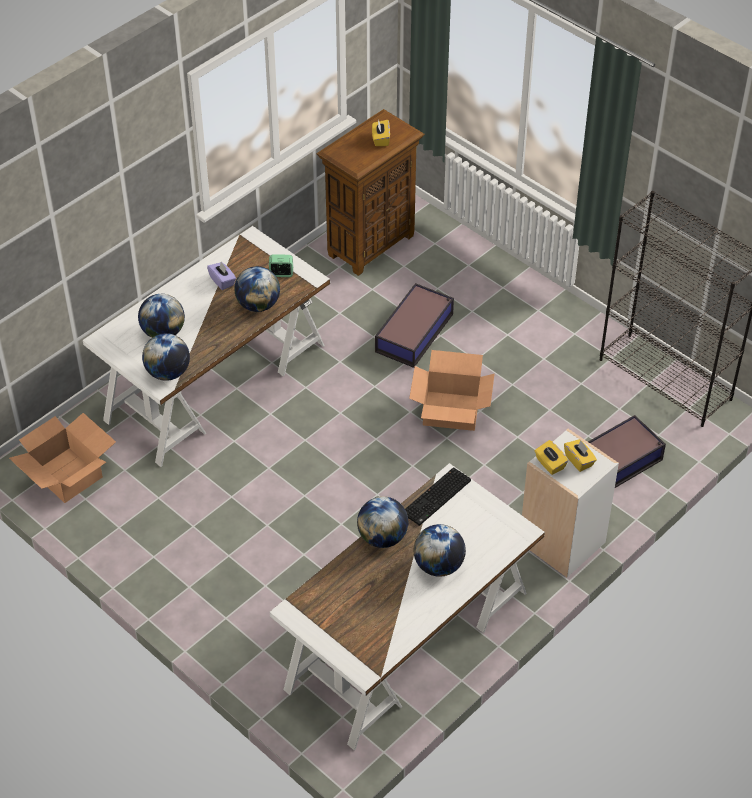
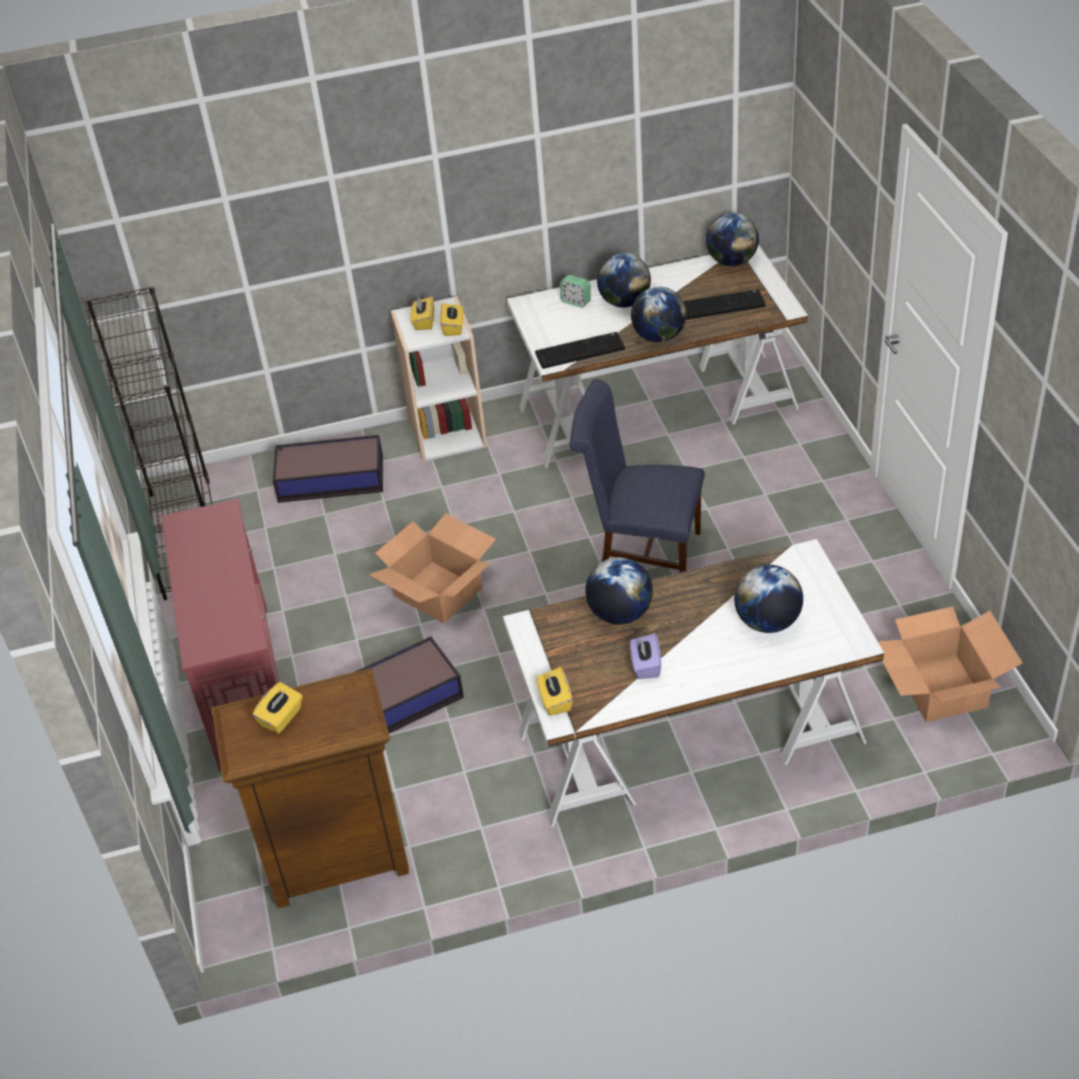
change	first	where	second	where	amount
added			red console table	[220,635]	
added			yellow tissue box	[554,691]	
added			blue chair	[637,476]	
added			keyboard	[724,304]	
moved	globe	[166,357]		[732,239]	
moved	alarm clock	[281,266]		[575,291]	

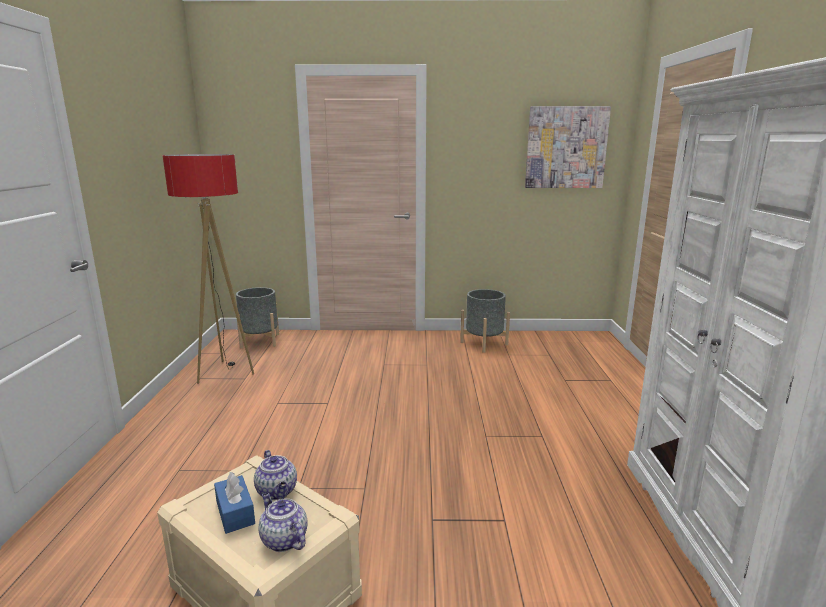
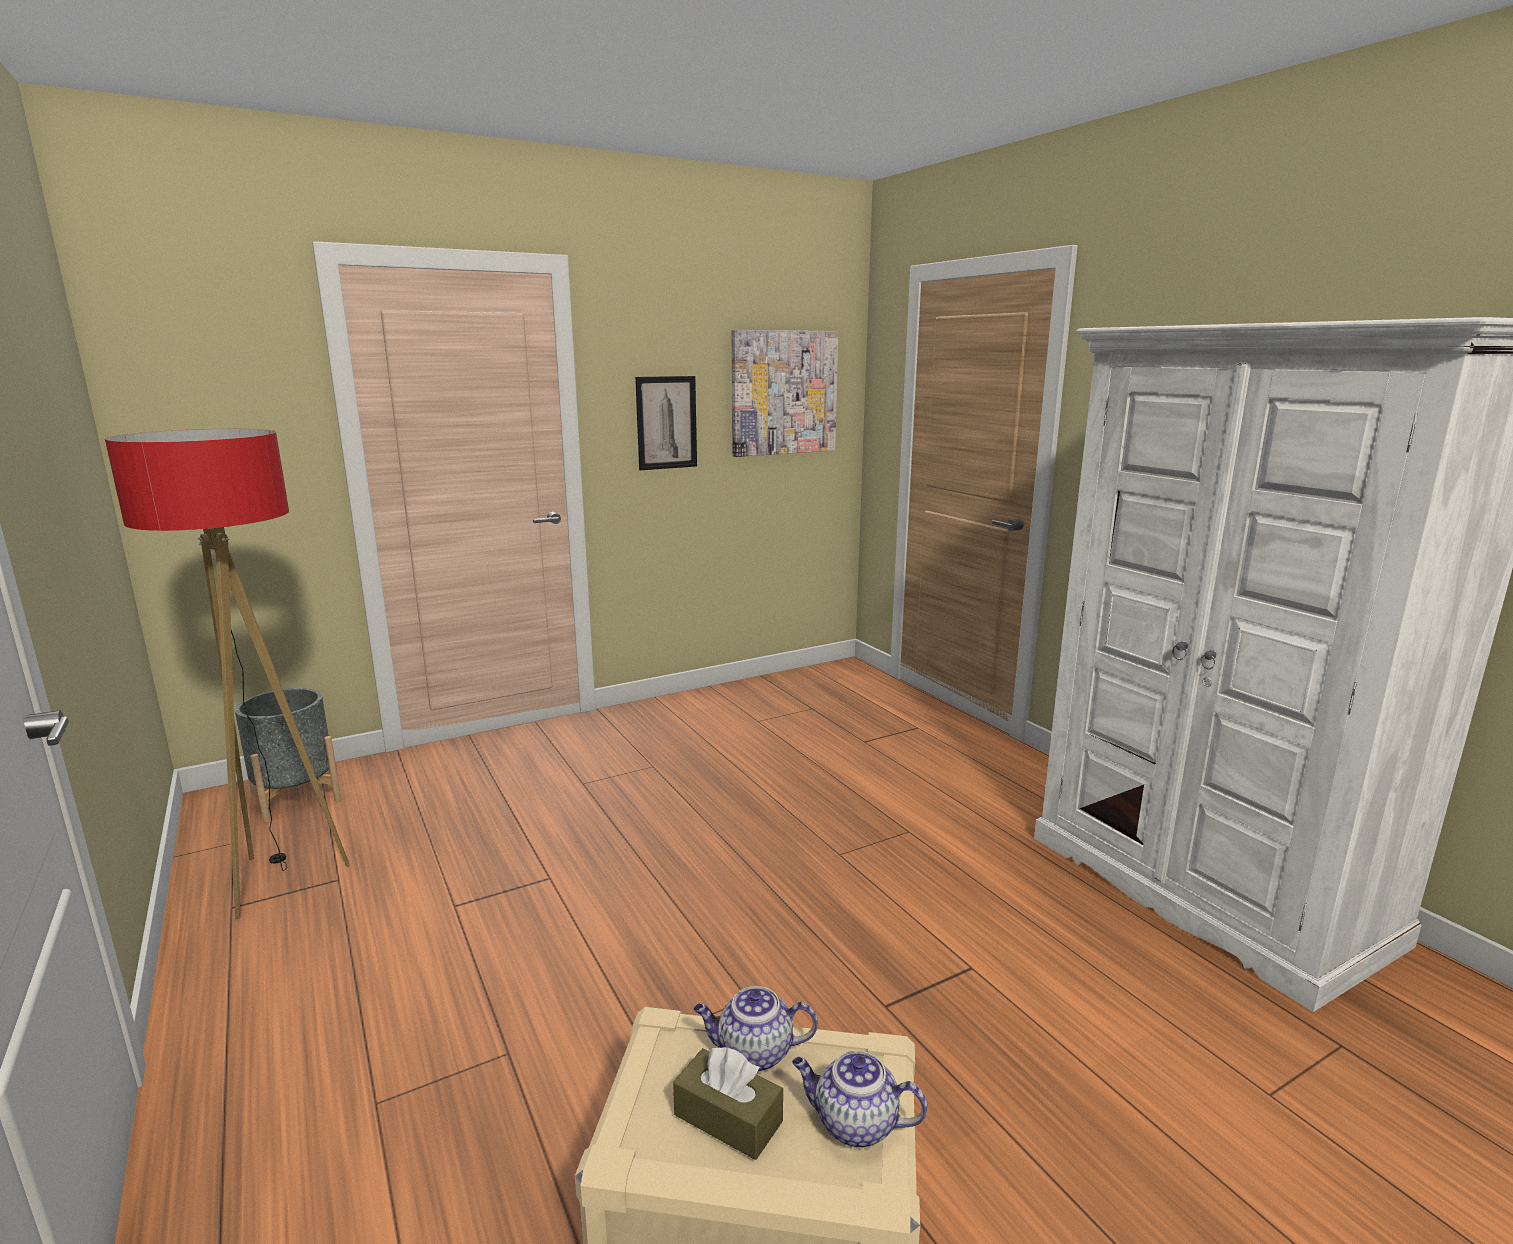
change	first	where	second	where	amount
removed	grey planter	[485,321]			
added			picture	[666,423]	
recoloured	blue tissue box	[234,503]	brown tissue box	[728,1103]	
turned	teapot	[275,475]		[755,1029]	150 degrees clockwise

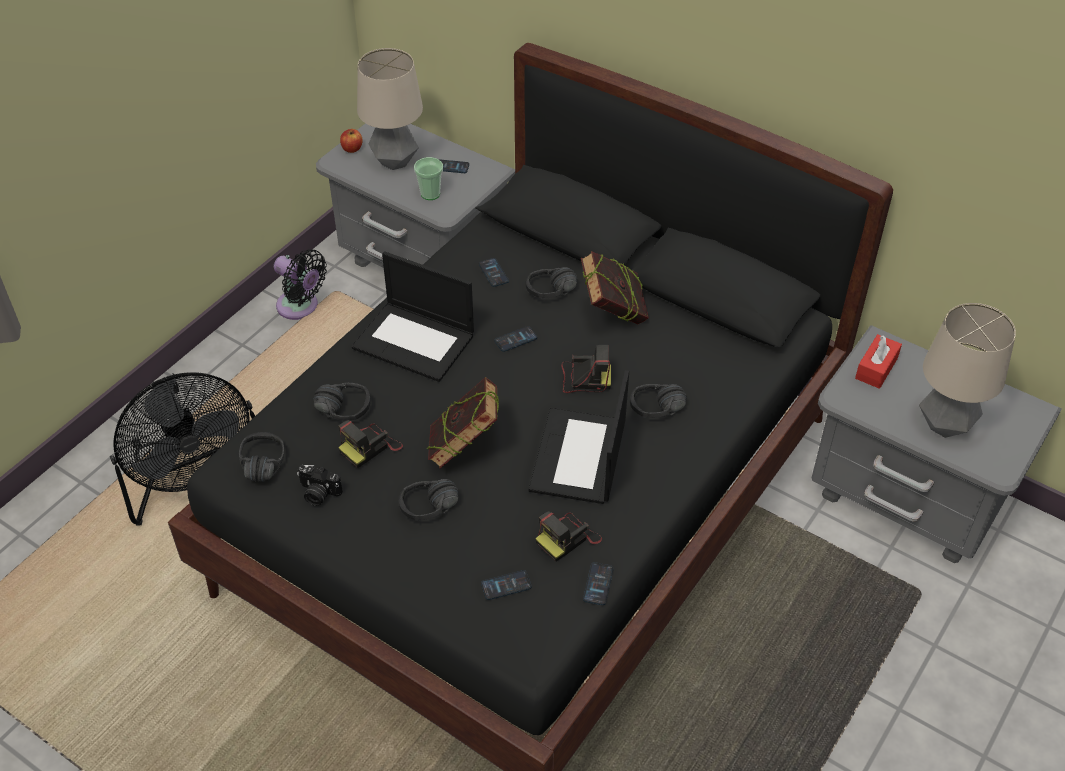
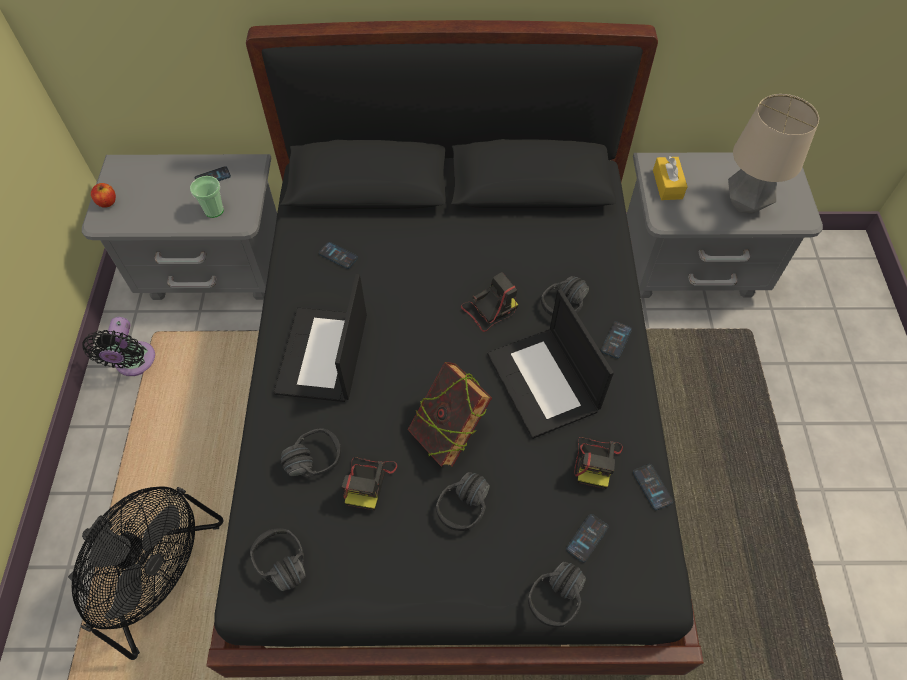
change	first	where	second	where	amount
removed	photo camera	[320,485]			
removed	table lamp	[390,109]			
removed	book	[615,287]			
moved	phone	[515,339]		[616,339]	
moved	black headphones	[551,282]		[557,594]	
recoloured	red tissue box	[878,361]	yellow tissue box	[670,178]	
turned	black fan	[300,284]		[118,346]	90 degrees clockwise
turned	laptop	[413,316]		[320,338]	105 degrees clockwise

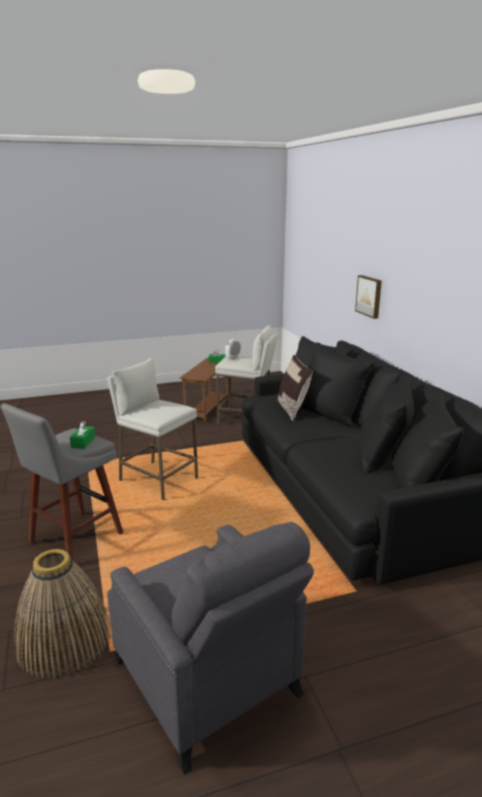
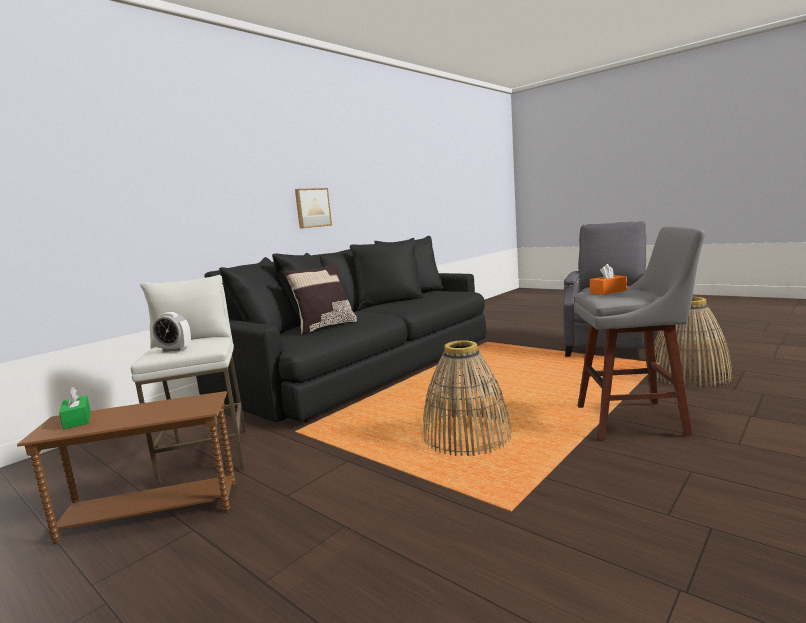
change	first	where	second	where	amount
moved	picture	[368,297]		[313,208]	
replaced	white stool	[152,429]	basket	[467,398]	
recoloured	green tissue box	[82,435]	orange tissue box	[608,279]	

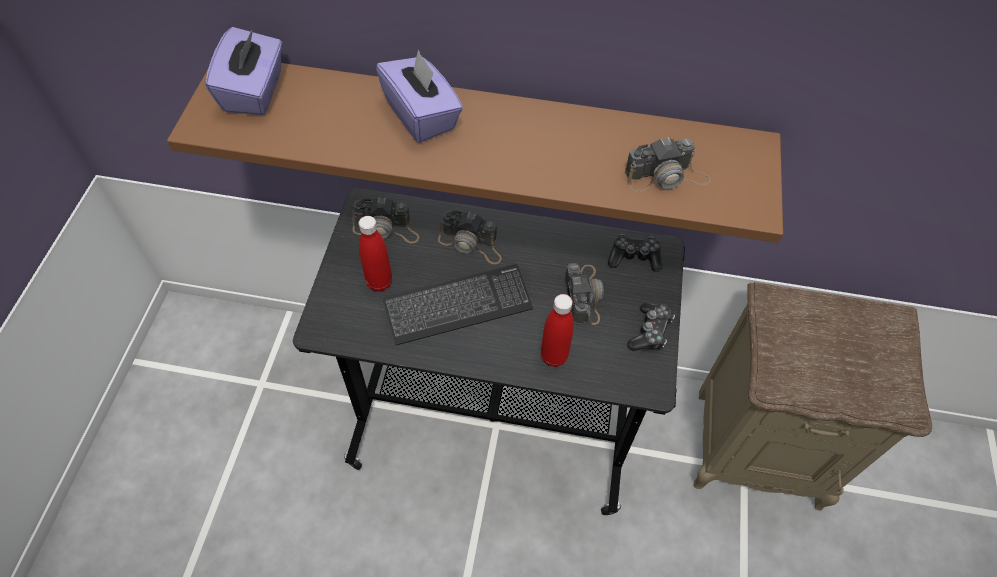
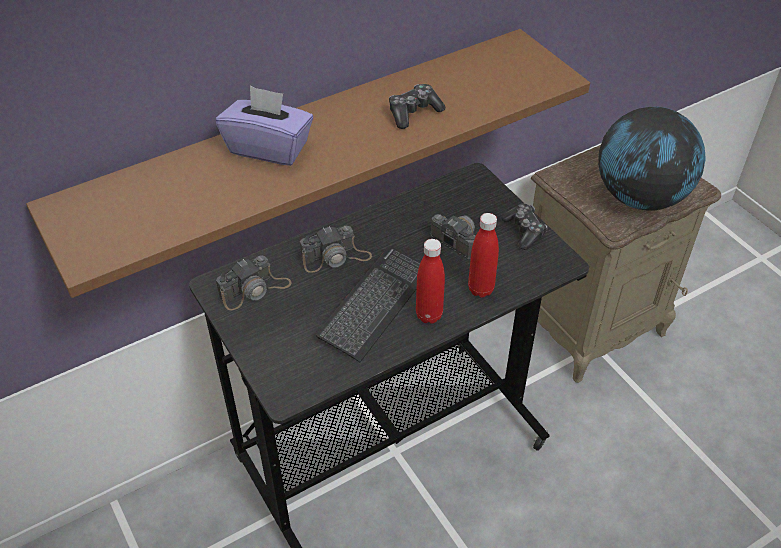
change	first	where	second	where	amount
removed	purple tissue box	[244,71]			
removed	photo camera	[668,164]			
added			globe	[652,159]	
moved	red bottle	[375,254]		[430,281]	
moved	game controller	[635,253]		[417,106]	

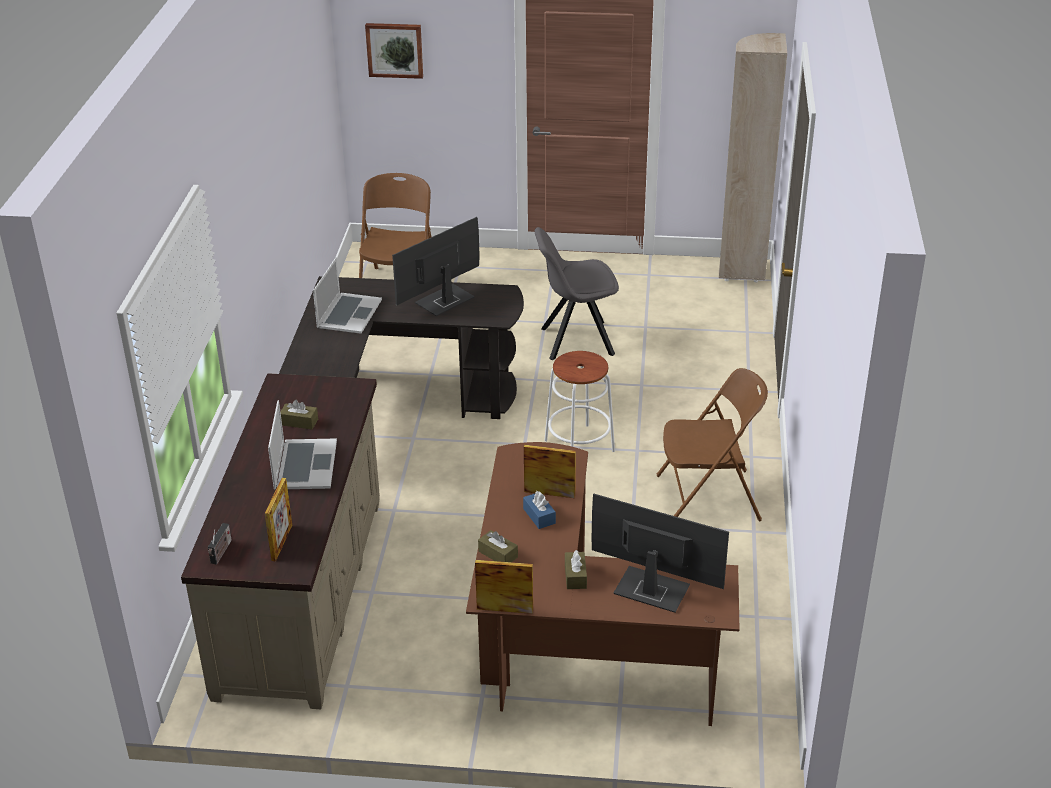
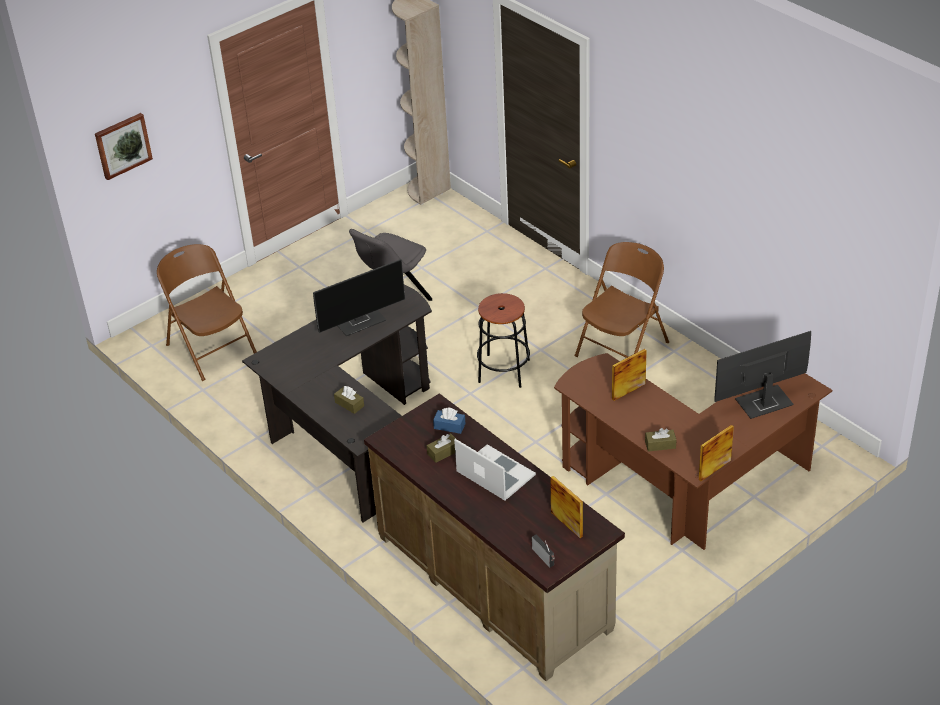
change	first	where	second	where	amount
removed	laptop	[347,295]			
moved	blue tissue box	[539,510]		[449,421]	
moved	brown tissue box	[576,569]		[349,400]	
recoloured	white stool	[579,401]	black stool	[503,340]	
turned	monitor	[436,266]		[359,297]	120 degrees counterclockwise

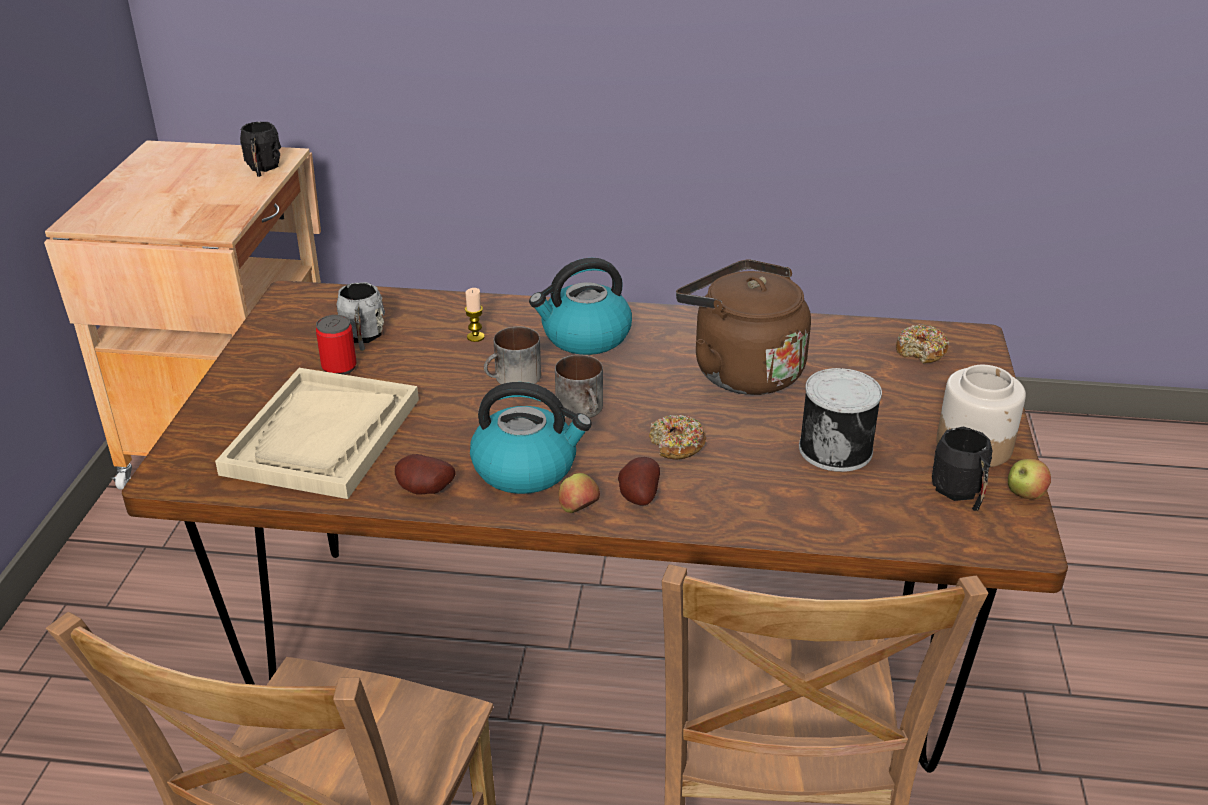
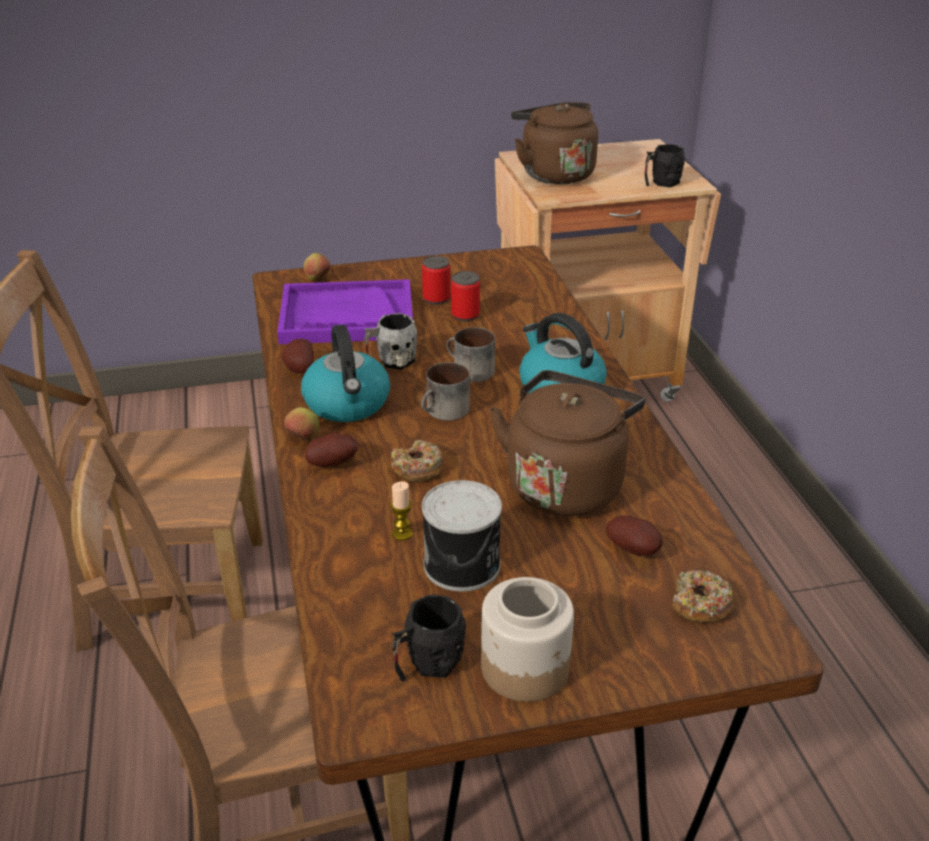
change	first	where	second	where	amount
added			can	[465,296]	
added			brown kettle	[554,143]	
added			potato	[634,535]	
moved	grey mug	[360,316]		[390,341]	
moved	candle	[475,315]		[401,511]	
moved	apple	[1029,478]		[317,267]	
recoloured	beige tray	[317,433]	purple tray	[345,311]	

